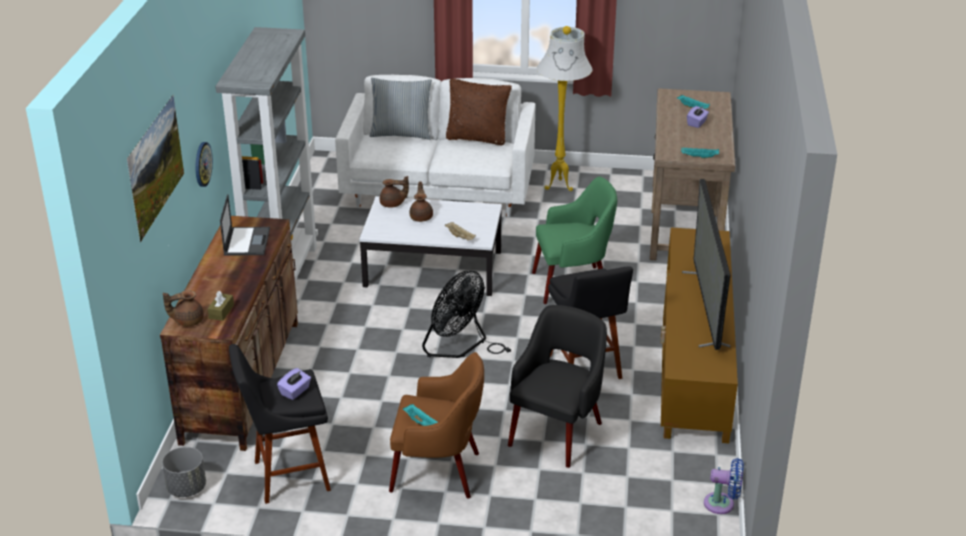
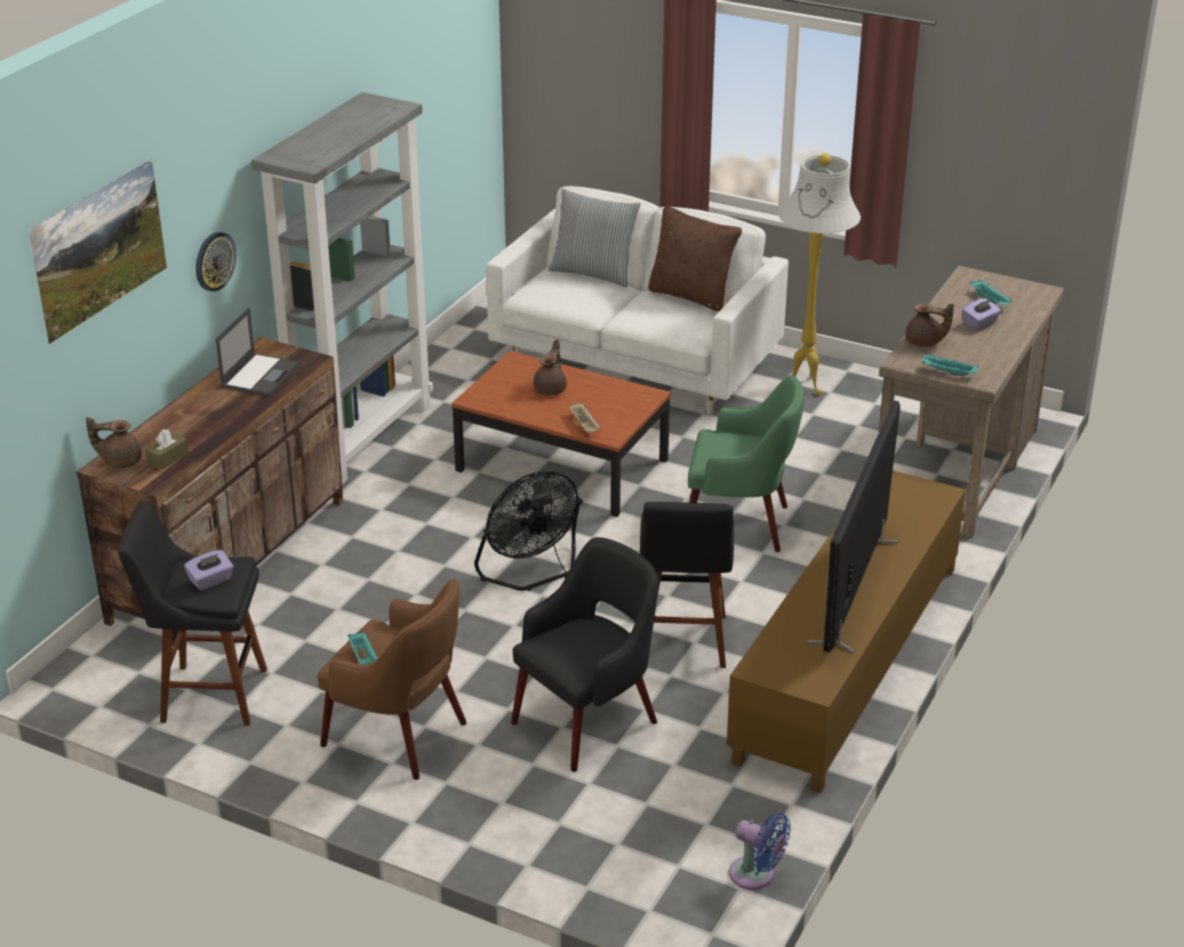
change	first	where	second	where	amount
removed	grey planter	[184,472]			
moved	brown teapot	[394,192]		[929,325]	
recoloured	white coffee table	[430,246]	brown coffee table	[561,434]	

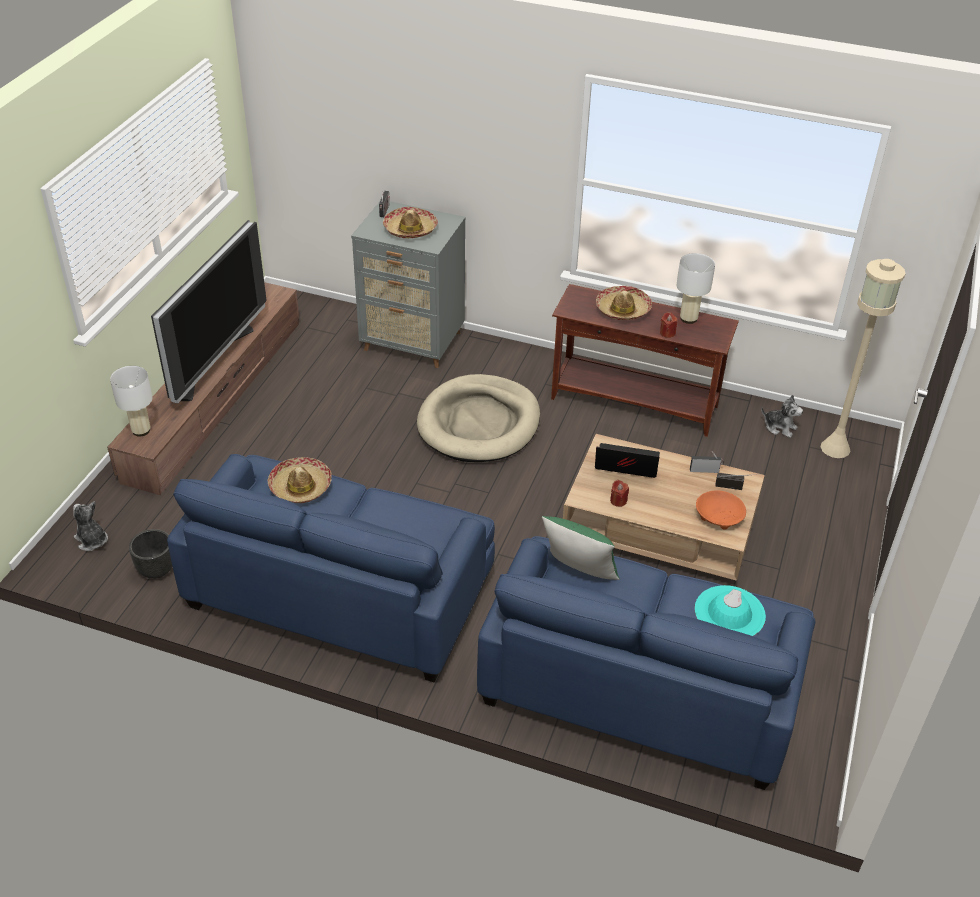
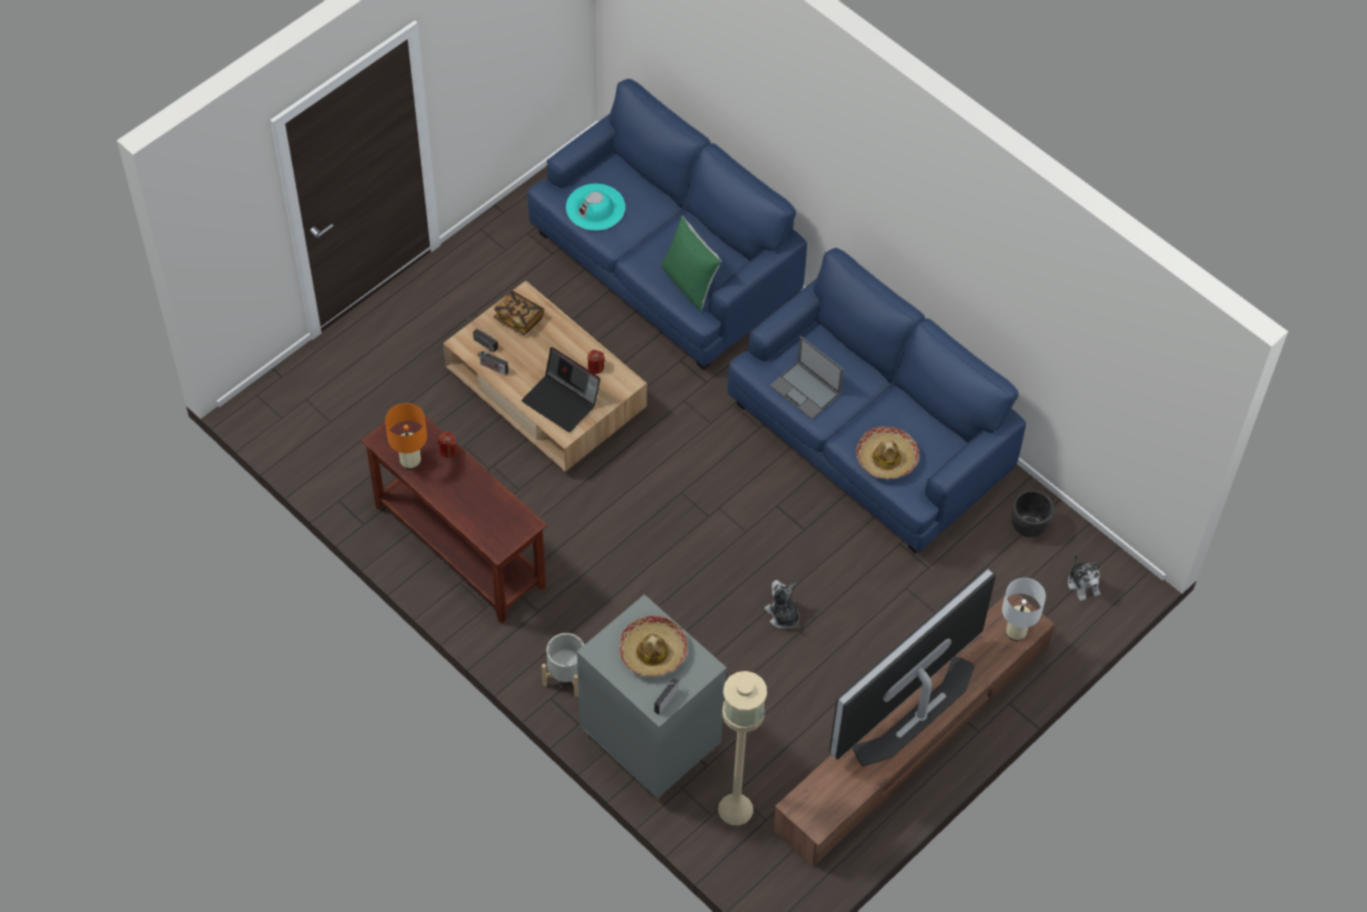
change	first	where	second	where	amount
removed	beige dog bed	[478,418]			
removed	hat	[624,303]			
added			grey planter	[563,665]	
added			laptop	[807,377]	
moved	plush toy	[782,416]		[782,604]	
moved	beige floor lamp	[863,358]		[742,748]	
replaced	orange bowl	[721,510]	book	[519,313]	
recoloured	white table lamp	[696,288]	orange table lamp	[406,436]	

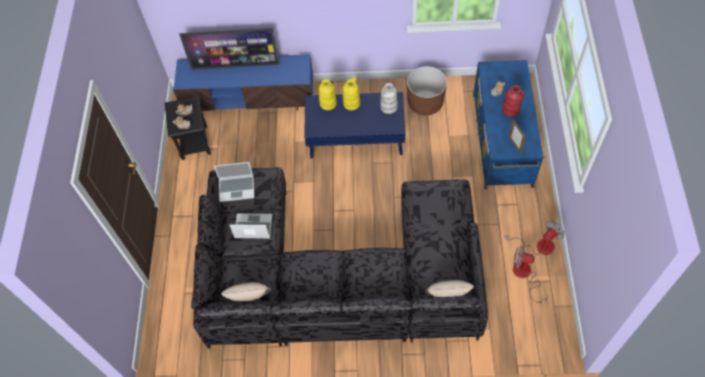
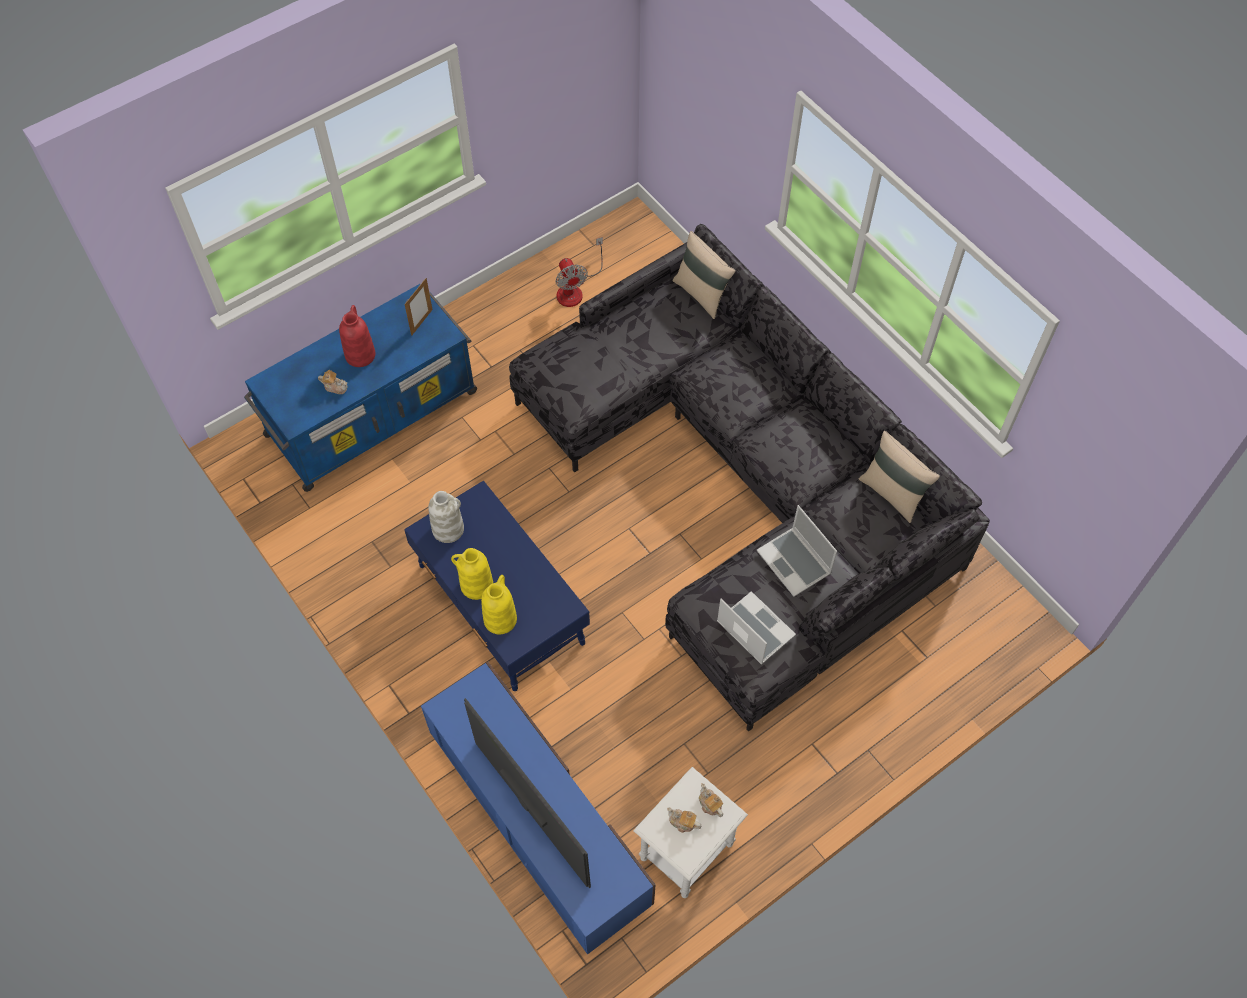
change	first	where	second	where	amount
removed	brown planter	[427,90]			
removed	fan	[534,238]			
recoloured	black side table	[188,128]	white side table	[690,832]	

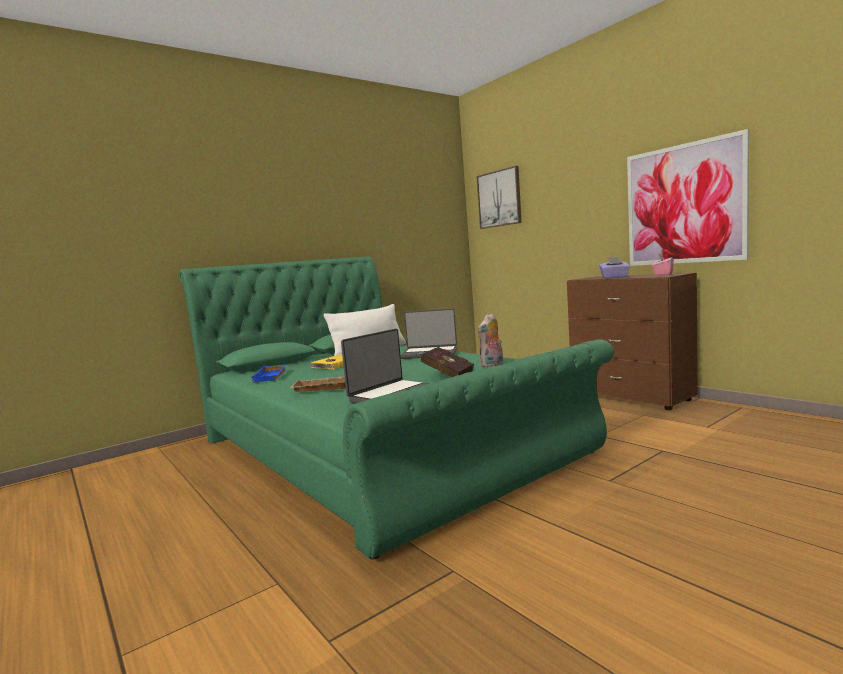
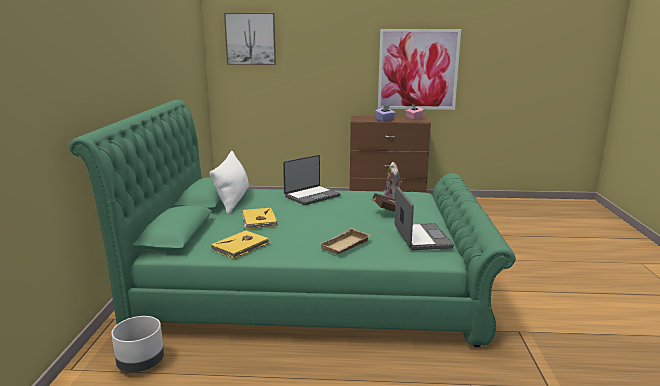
change	first	where	second	where	amount
added			grey planter	[137,344]	
replaced	blue tray	[269,373]	yellow book	[241,244]	

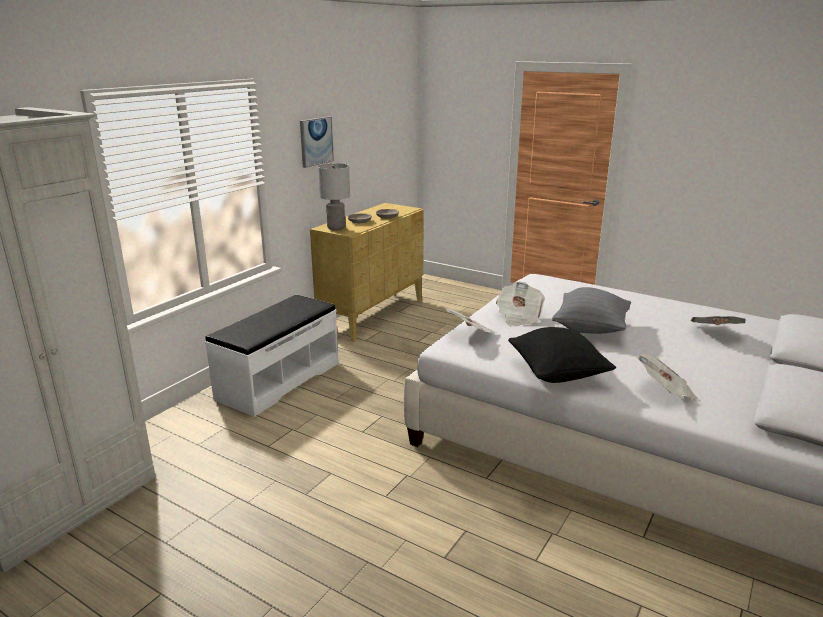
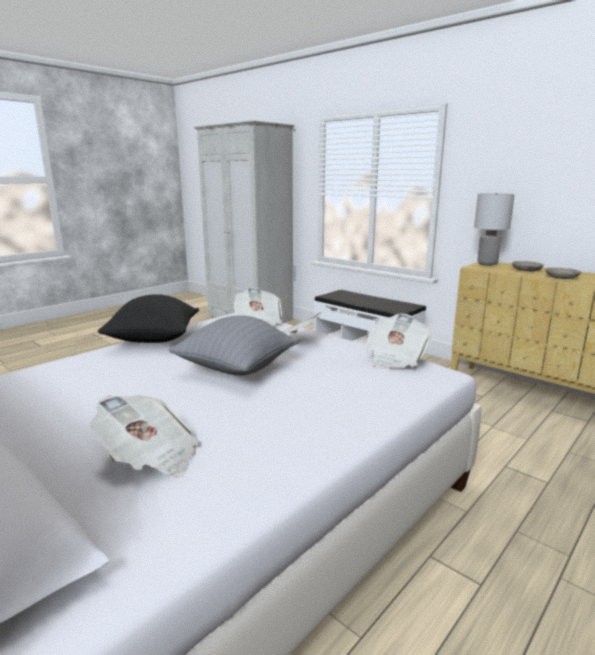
change	first	where	second	where	amount
removed	picture	[317,142]			
moved	newspaper	[668,378]		[399,341]	

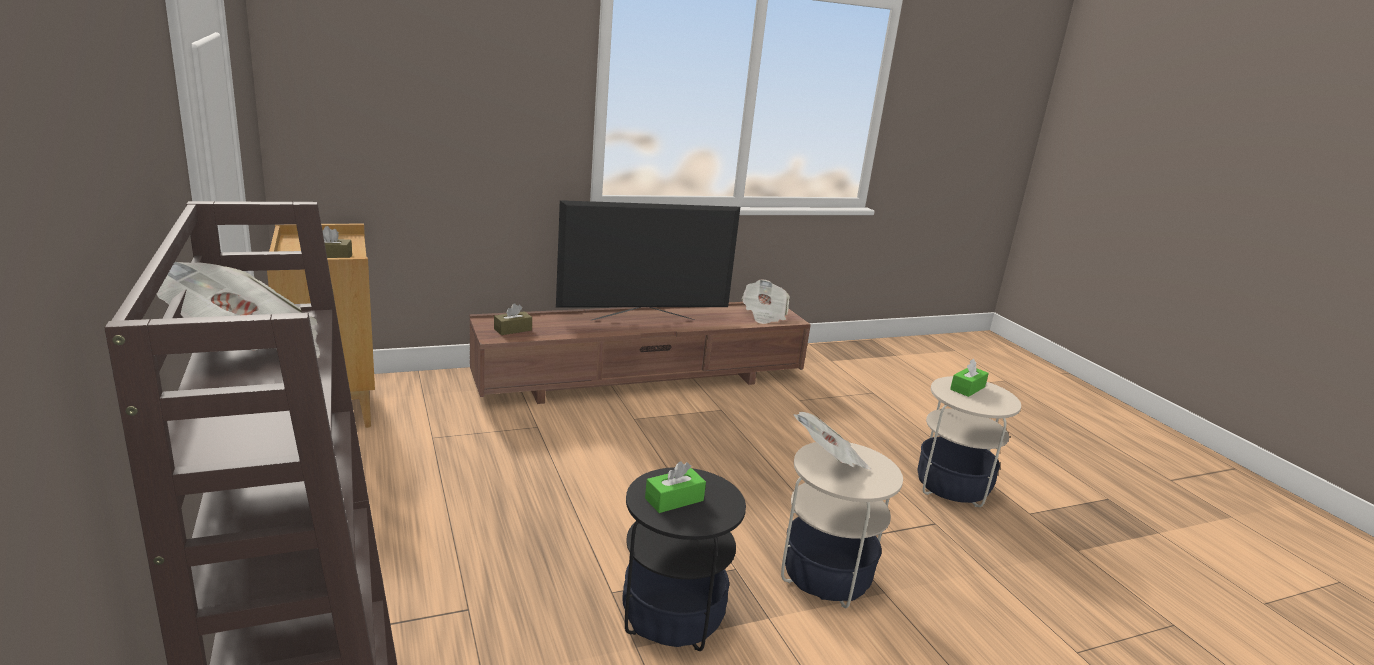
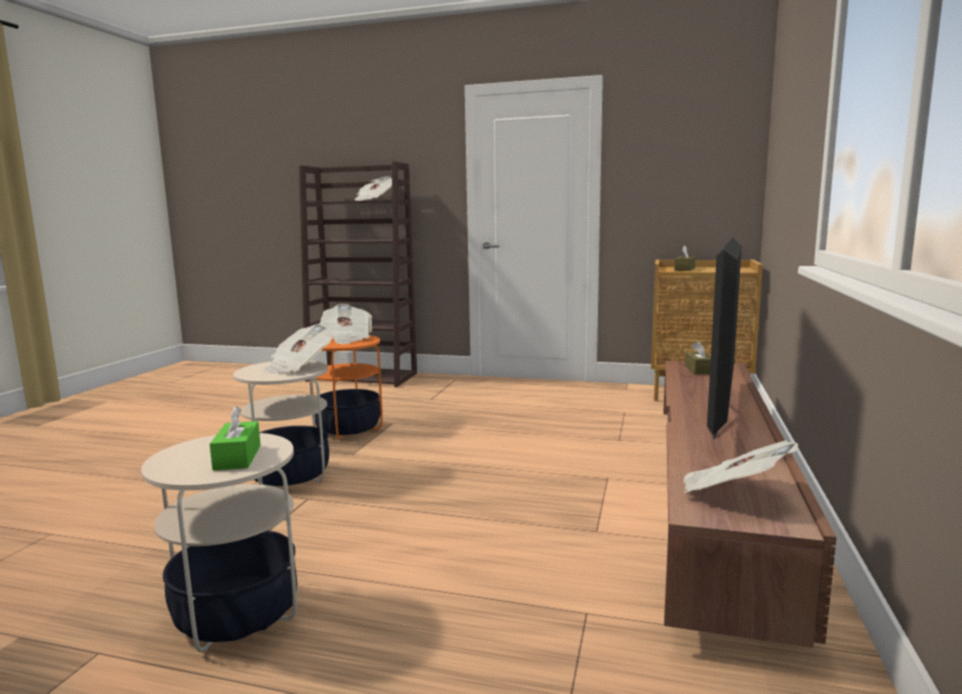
change	first	where	second	where	amount
replaced	green tissue box	[675,487]	newspaper	[345,324]	
recoloured	black side table	[684,559]	orange side table	[347,387]	

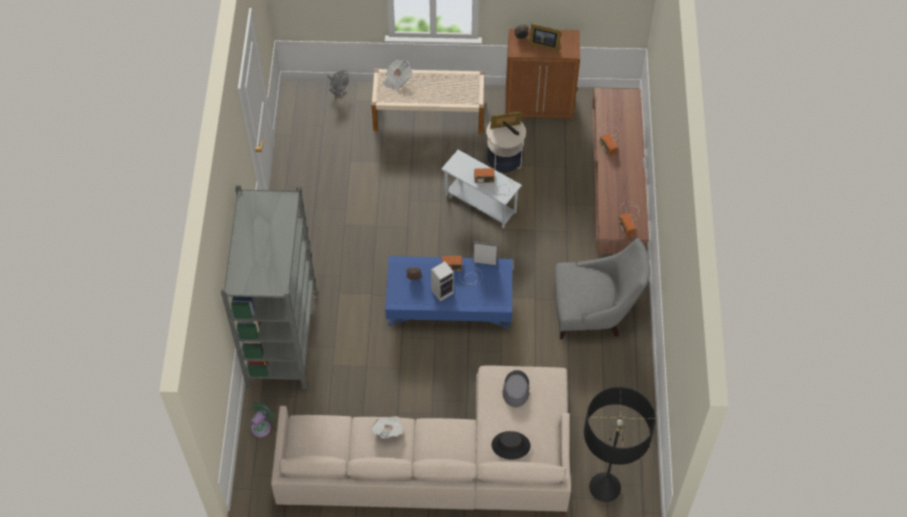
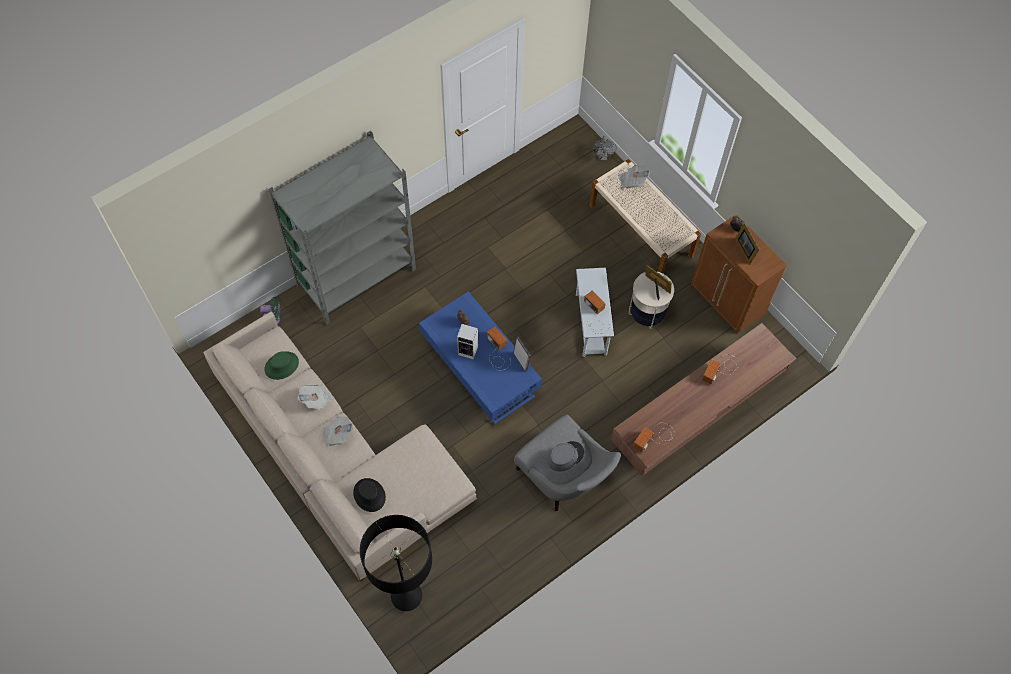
change	first	where	second	where	amount
added			green hat	[282,365]	
added			newspaper	[337,431]	
moved	grey hat	[515,388]		[565,456]	

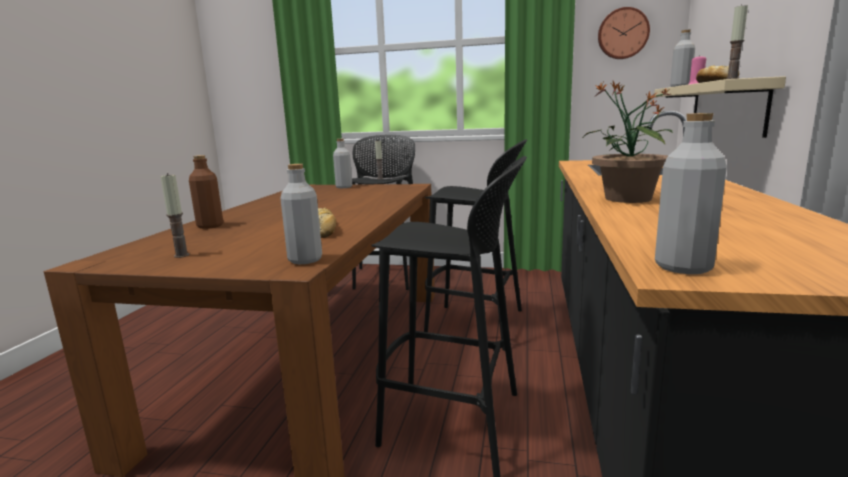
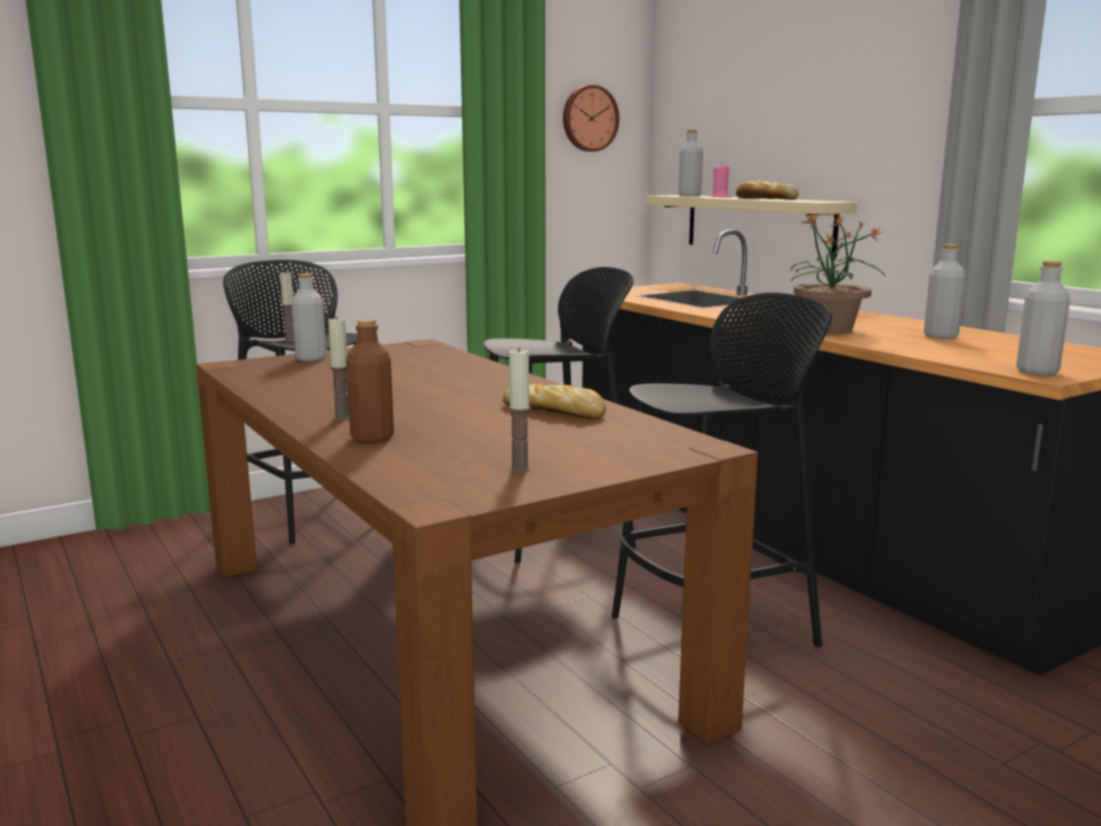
change	first	where	second	where	amount
moved	grey bottle	[301,214]		[945,291]	
moved	candle	[737,41]		[338,368]	

